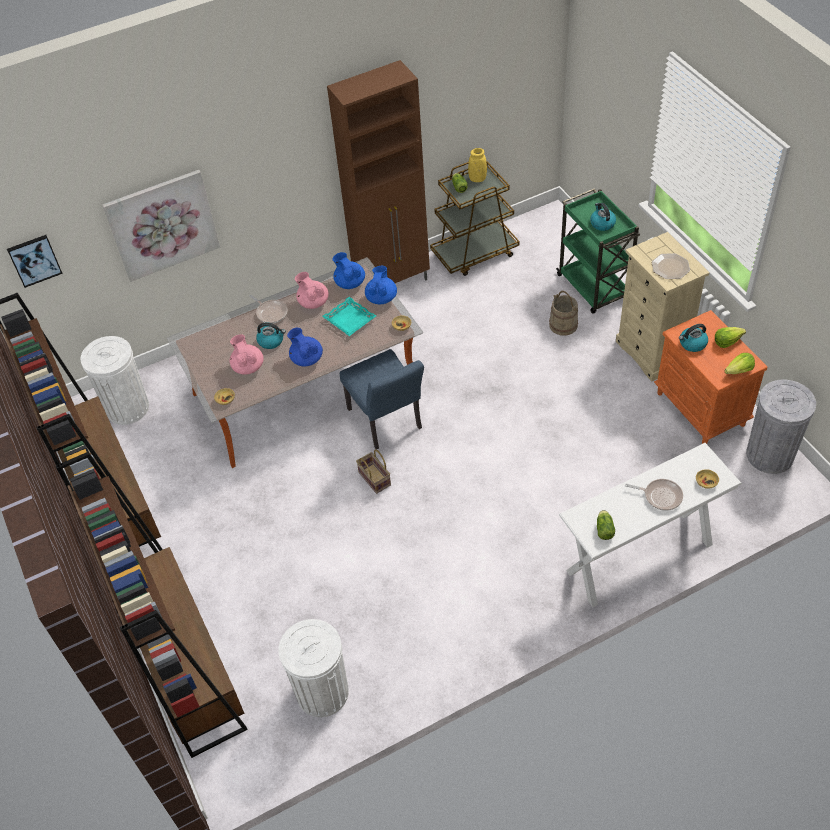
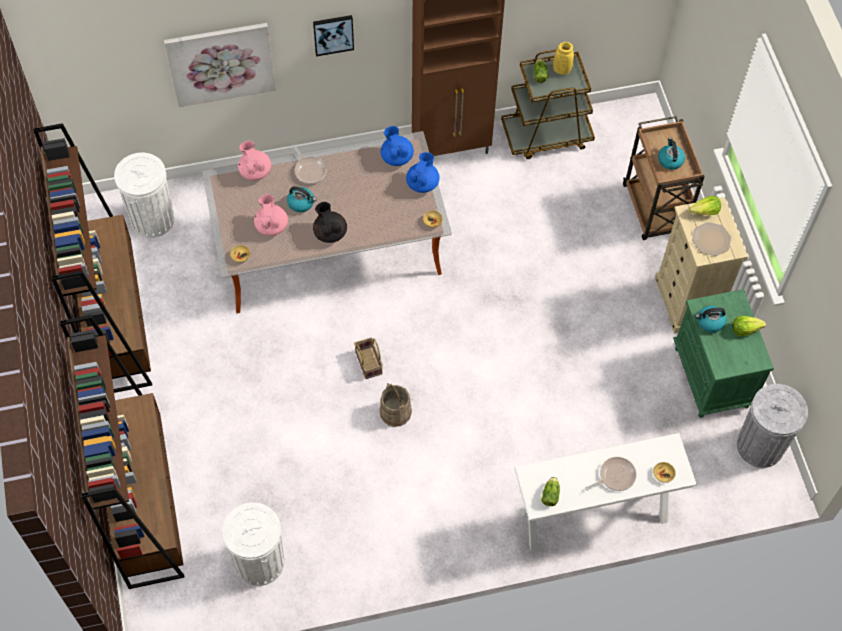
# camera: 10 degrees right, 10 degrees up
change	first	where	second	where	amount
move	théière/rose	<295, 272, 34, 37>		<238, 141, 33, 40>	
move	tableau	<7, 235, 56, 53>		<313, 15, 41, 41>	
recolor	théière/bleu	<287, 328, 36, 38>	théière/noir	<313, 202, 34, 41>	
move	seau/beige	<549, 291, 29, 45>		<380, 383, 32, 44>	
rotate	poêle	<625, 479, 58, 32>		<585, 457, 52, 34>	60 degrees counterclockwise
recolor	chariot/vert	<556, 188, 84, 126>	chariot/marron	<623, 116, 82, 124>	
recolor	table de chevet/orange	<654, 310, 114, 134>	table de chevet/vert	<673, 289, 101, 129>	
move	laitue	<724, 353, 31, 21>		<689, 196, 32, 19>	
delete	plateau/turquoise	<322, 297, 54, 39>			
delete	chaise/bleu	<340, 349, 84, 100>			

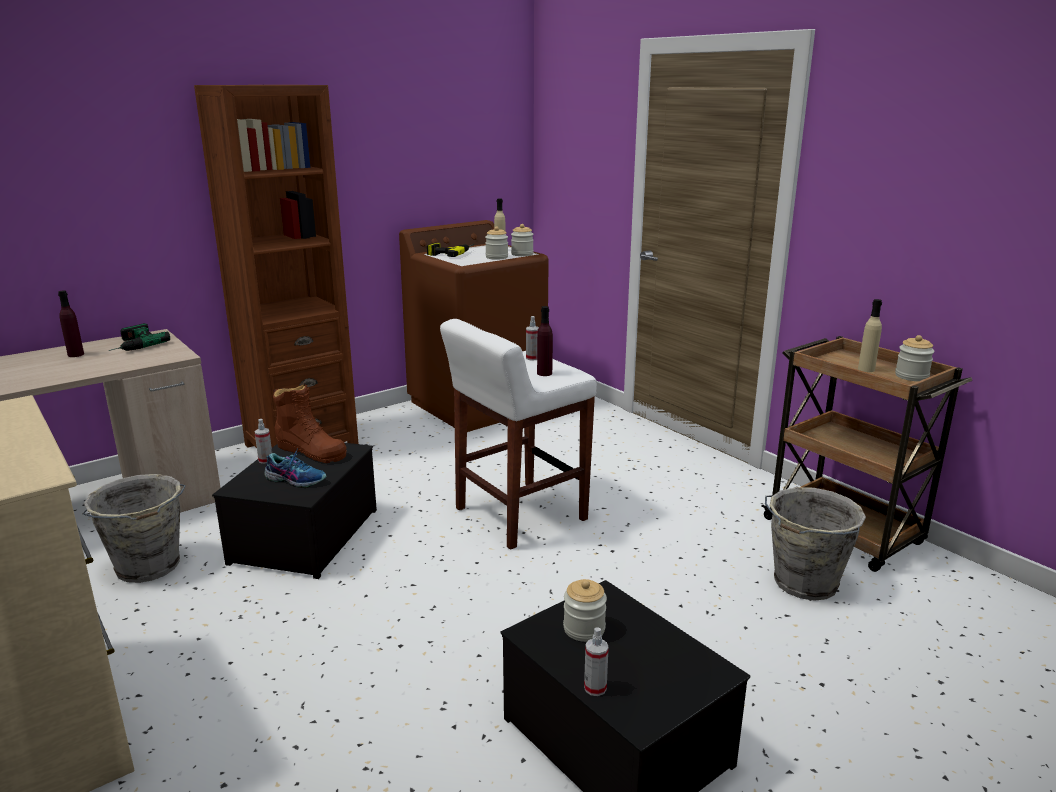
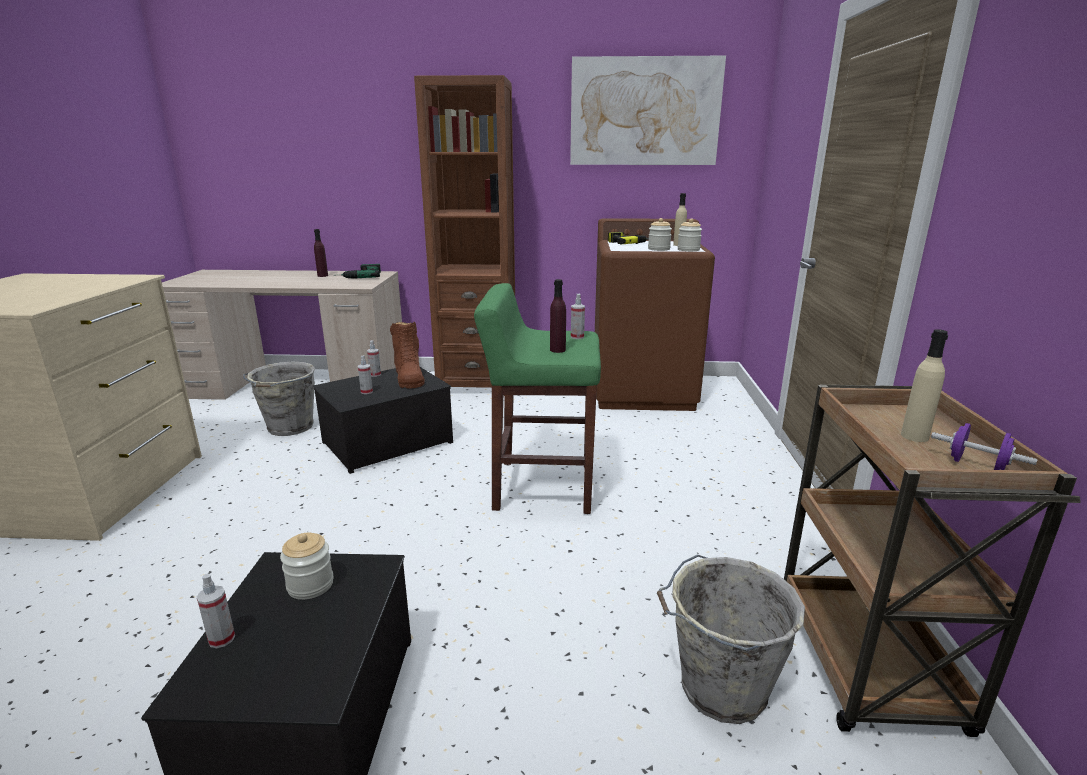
# camera: 40 degrees right, 0 degrees up
change	first	where	second	where	amount
replace	chaussure	<264, 450, 62, 38>	vaporisateur	<358, 355, 15, 39>	
recolor	tabouret/blanc	<440, 319, 157, 231>	tabouret/vert	<474, 283, 127, 231>	
insert			tableau	<570, 56, 156, 109>	
replace	bocal	<895, 335, 39, 46>	haltère/violet	<931, 423, 107, 47>	

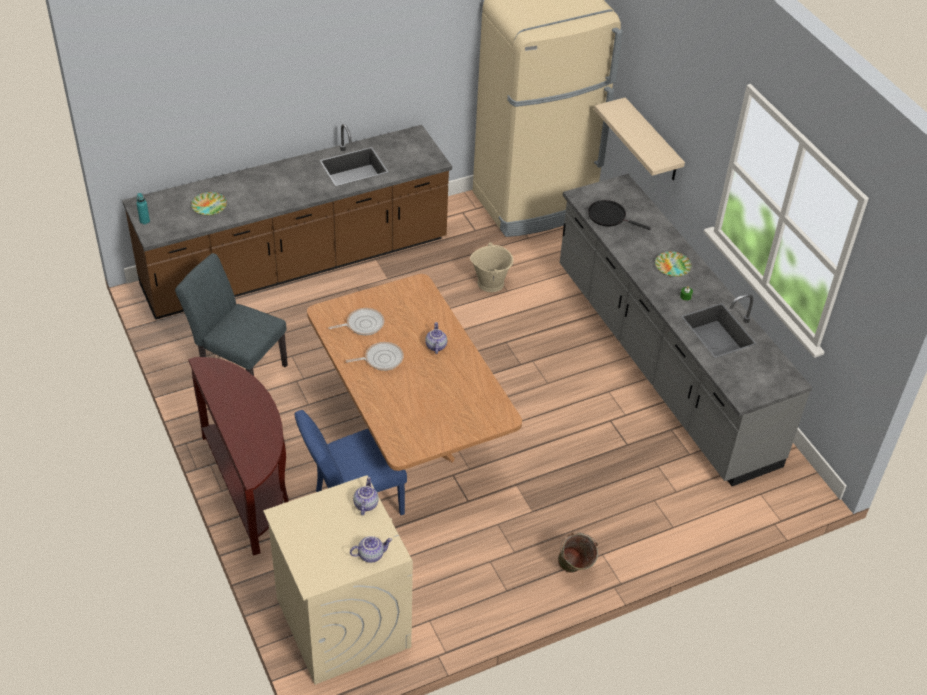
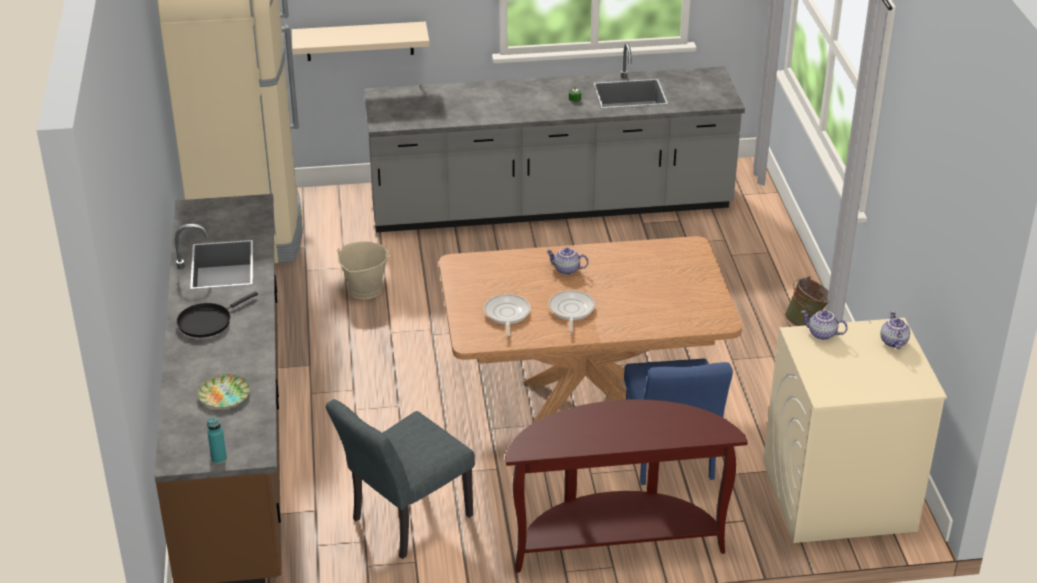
# camera: 70 degrees left, 10 degrees down
change	first	where	second	where	amount
move	poêle/noir	<588, 200, 63, 30>		<177, 291, 81, 47>	
delete	assiette	<655, 252, 37, 25>			

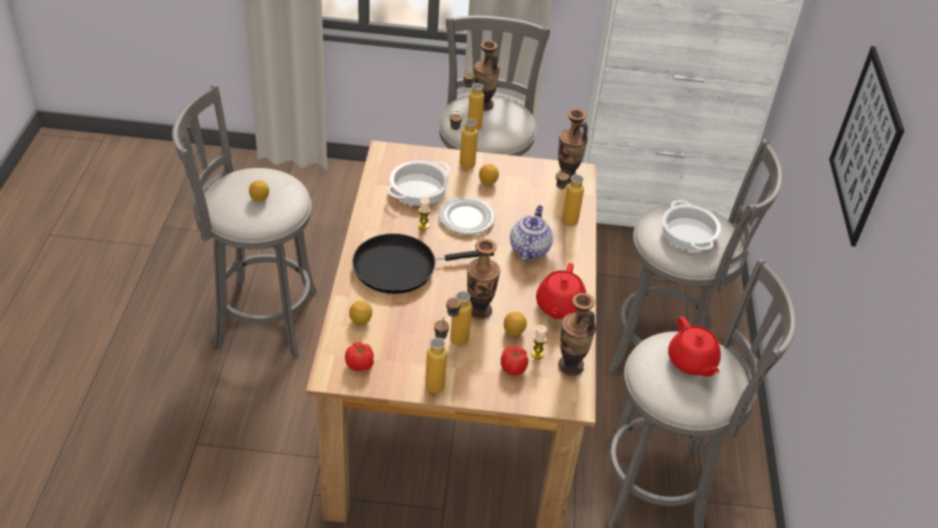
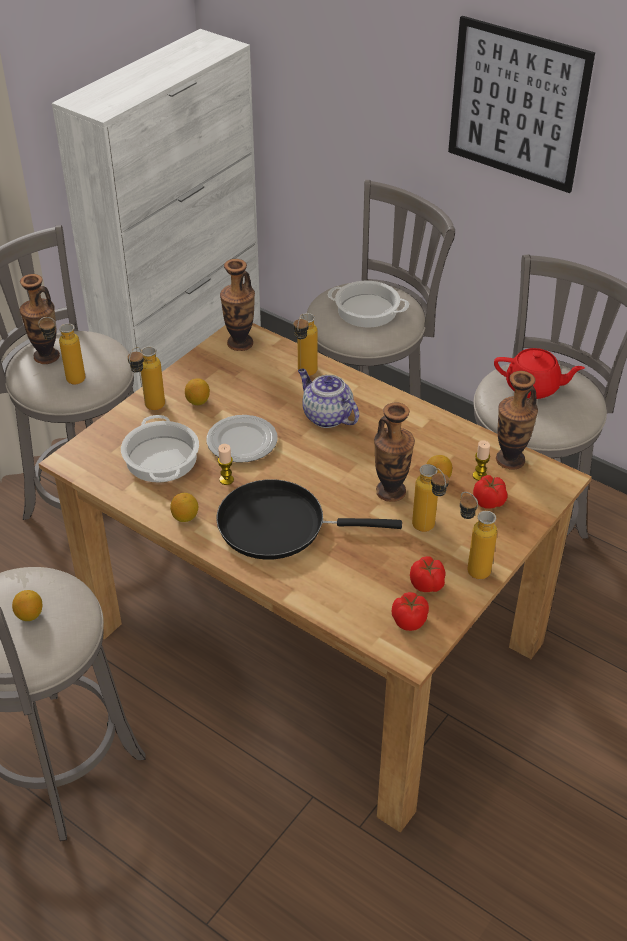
# camera: 55 degrees left, 0 degrees up
change	first	where	second	where	amount
move	citron	<349, 301, 23, 24>		<170, 493, 28, 29>	
rotate	poêle/noir	<352, 233, 142, 61>		<216, 479, 186, 81>	75 degrees clockwise
insert			tomate	<410, 556, 36, 36>	
delete	théière/rouge	<536, 263, 50, 56>			

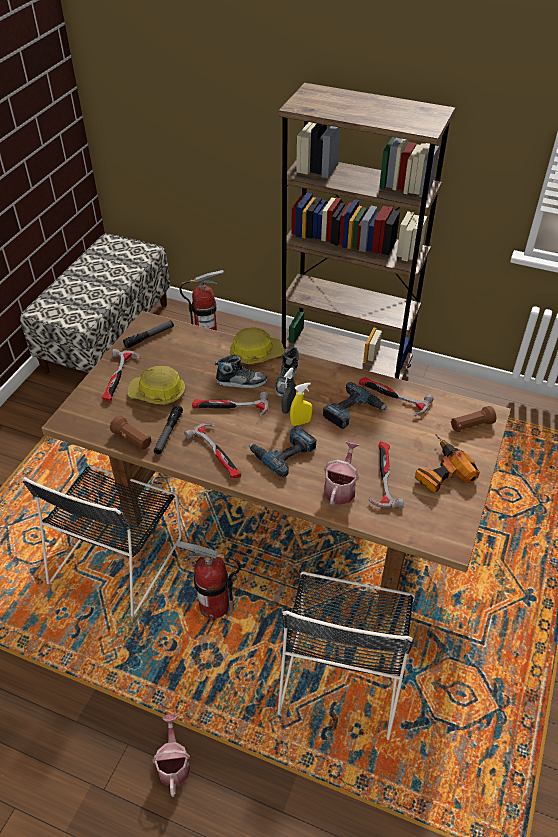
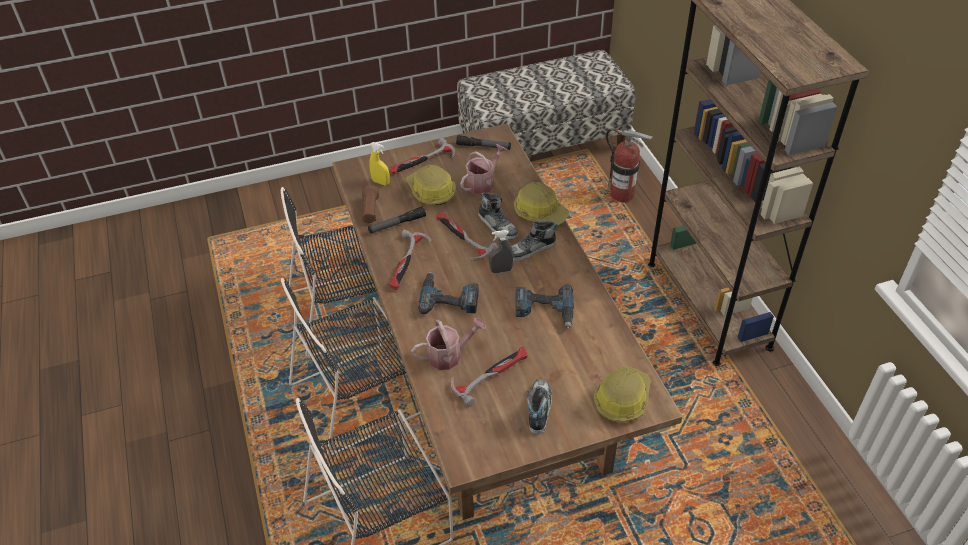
# camera: 50 degrees right, 0 degrees up
change	first	where	second	where	amount
replace	extincteur	<176, 541, 65, 78>	chaise/noir	<281, 278, 140, 178>	
move	vaporisateur/jaune	<290, 383, 22, 43>		<369, 142, 21, 44>	
move	arrosoir	<152, 714, 38, 83>		<460, 144, 47, 50>	
replace	perceuse	<415, 434, 65, 59>	chaussure	<527, 379, 25, 56>	
replace	lampe de poche/marron	<451, 406, 45, 26>	casque de chantier	<594, 366, 57, 56>	
delete	marteau	<359, 377, 75, 39>			

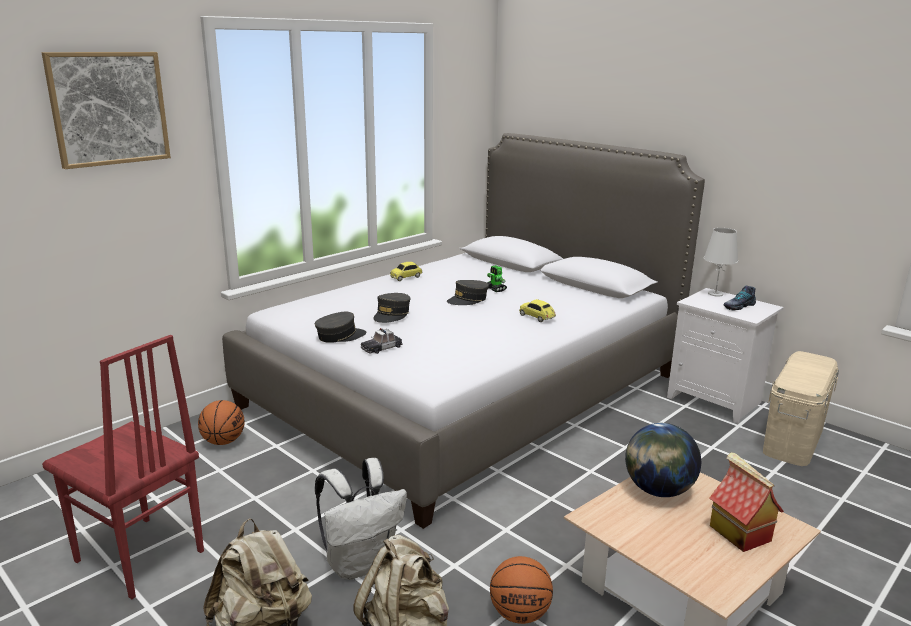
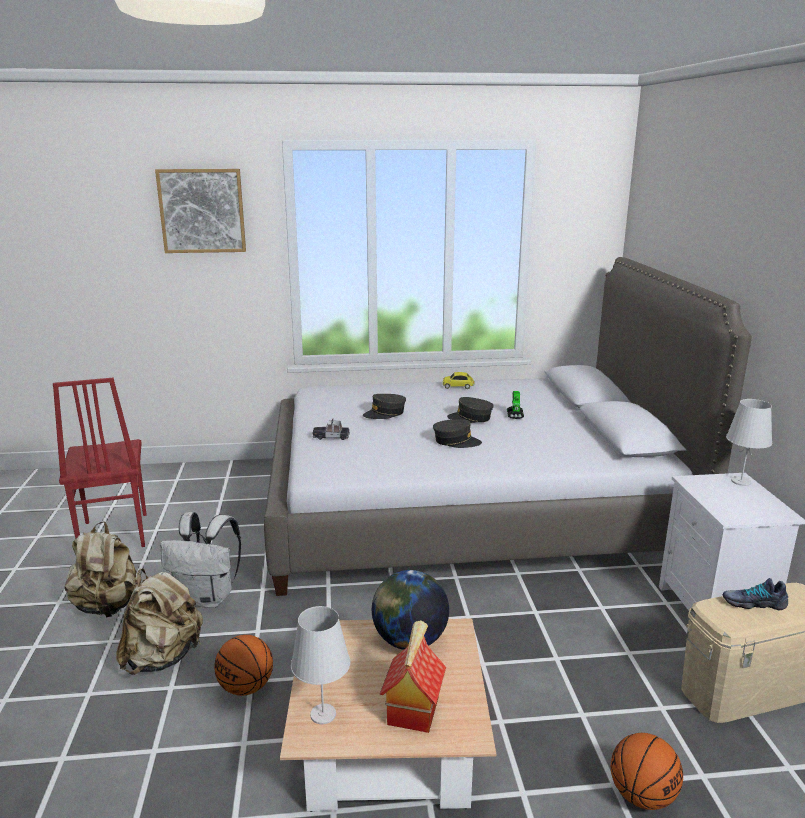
# camera: 40 degrees right, 0 degrees up
change	first	where	second	where	amount
insert			lampe de table/blanc	<291, 606, 59, 118>	
move	casquette/gris	<315, 312, 51, 31>		<433, 419, 49, 29>	
move	ballon de basket	<198, 400, 47, 45>		<611, 733, 72, 77>	
move	chaussure	<724, 286, 32, 24>		<723, 578, 65, 33>	
delete	petite voiture	<519, 299, 37, 23>			

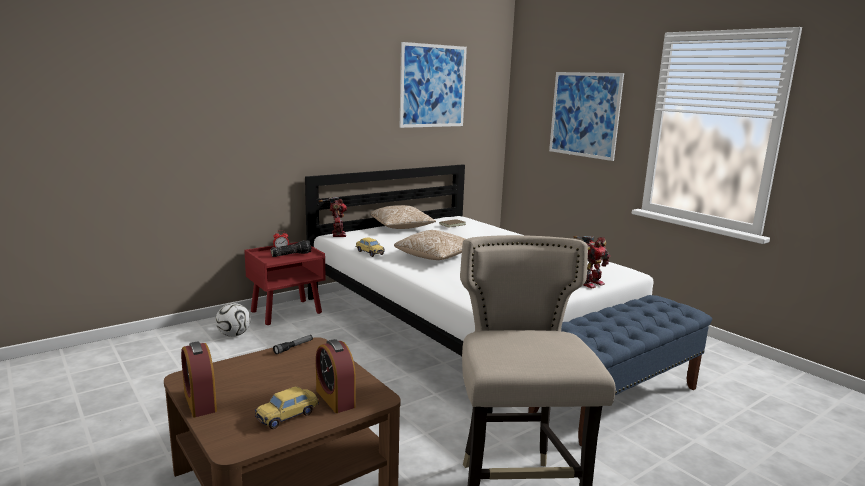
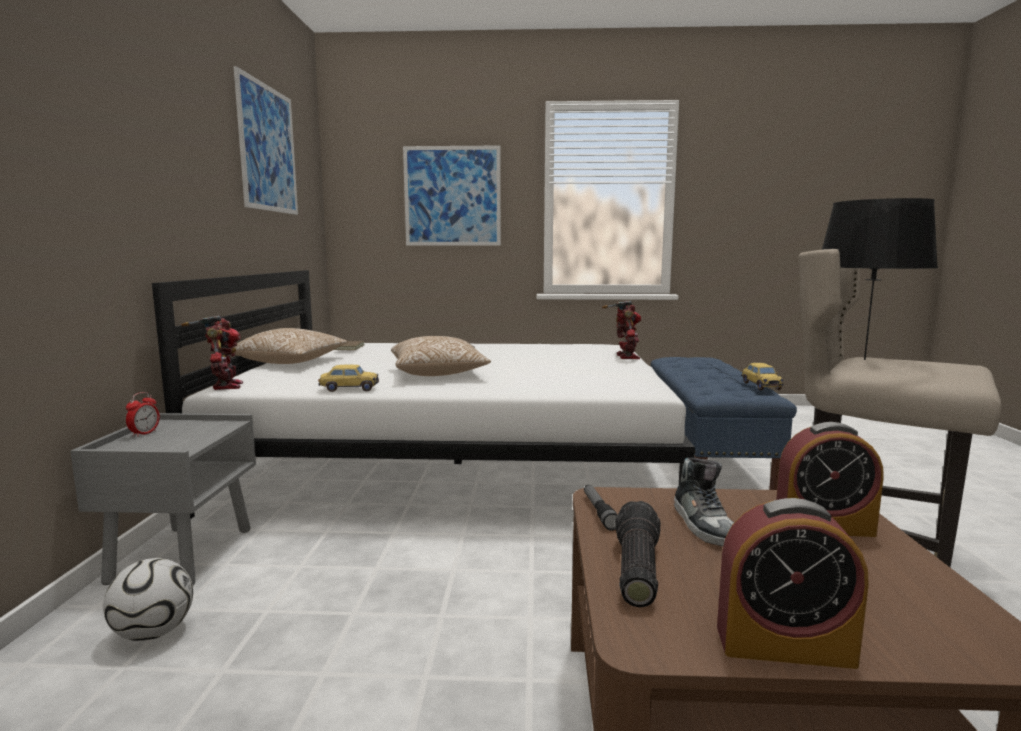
# camera: 50 degrees left, 5 degrees down
change	first	where	second	where	amount
recolor	table de chevet/rouge	<244, 242, 82, 83>	table de chevet/gris	<70, 413, 186, 172>	
rotate	robot jouet	<319, 197, 28, 40>		<181, 315, 62, 75>	45 degrees clockwise
move	lampe de poche	<271, 240, 40, 17>		<615, 501, 46, 106>	
insert			chaussure	<674, 458, 60, 88>	
move	petite voiture	<255, 387, 64, 42>		<741, 363, 42, 28>	
insert			lampe de table/noir	<822, 198, 116, 162>	

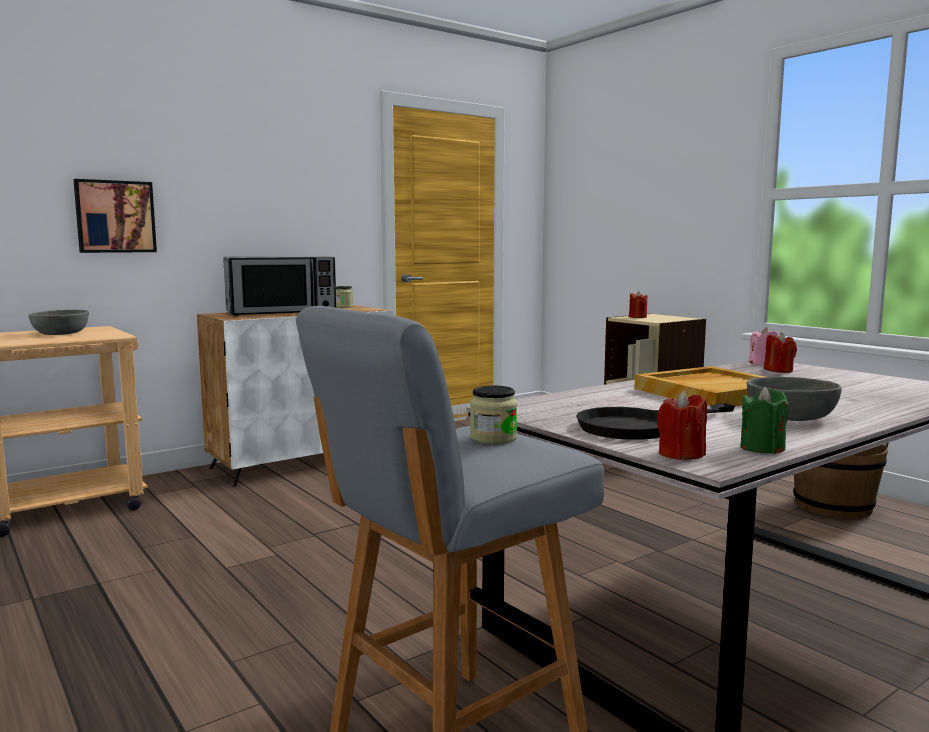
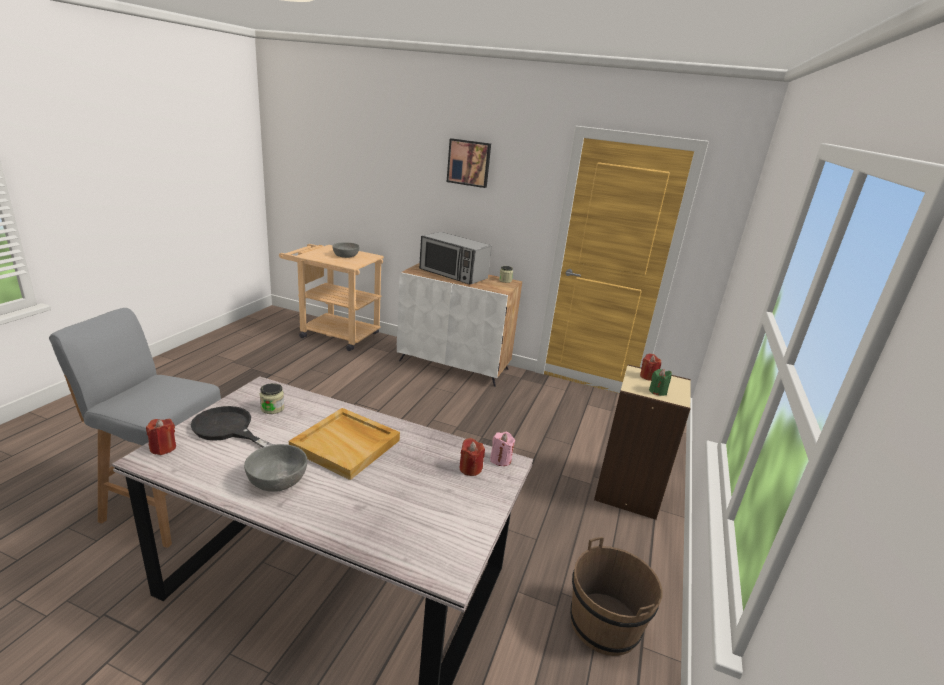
# camera: 55 degrees right, 15 degrees up
change	first	where	second	where	amount
move	bocal	<470, 385, 47, 59>		<260, 383, 24, 31>	
move	tableau	<73, 179, 84, 74>		<447, 138, 44, 50>	
move	bougie/vert	<740, 387, 49, 67>		<649, 369, 23, 27>	

